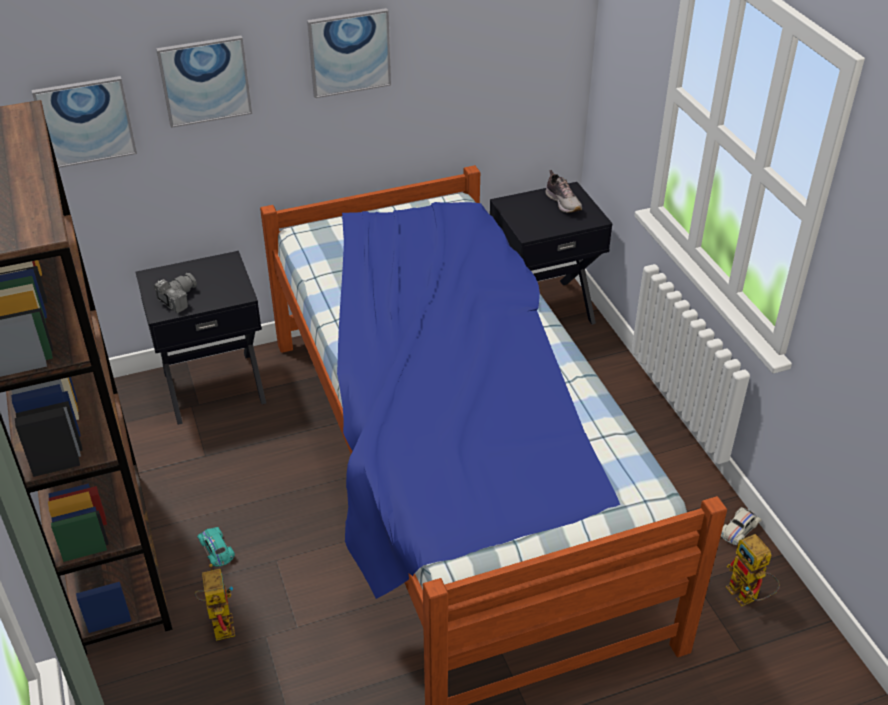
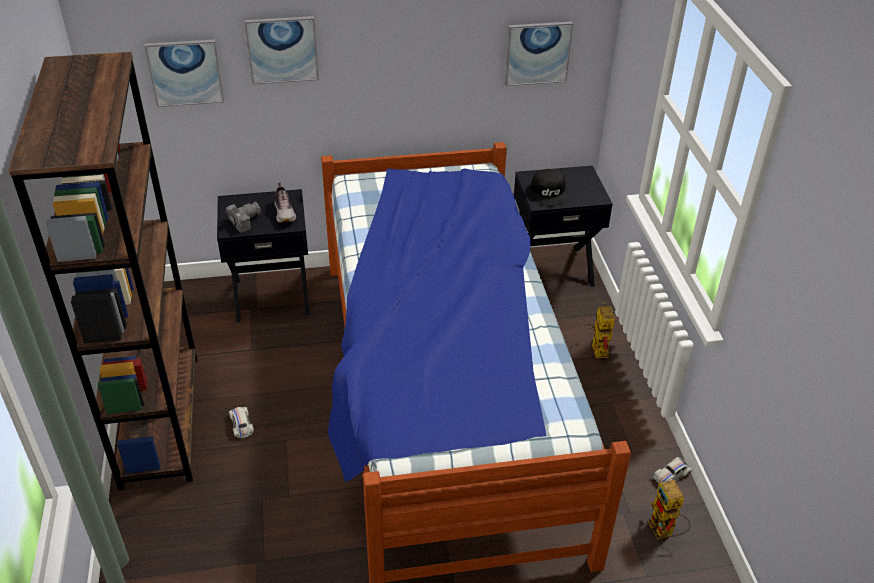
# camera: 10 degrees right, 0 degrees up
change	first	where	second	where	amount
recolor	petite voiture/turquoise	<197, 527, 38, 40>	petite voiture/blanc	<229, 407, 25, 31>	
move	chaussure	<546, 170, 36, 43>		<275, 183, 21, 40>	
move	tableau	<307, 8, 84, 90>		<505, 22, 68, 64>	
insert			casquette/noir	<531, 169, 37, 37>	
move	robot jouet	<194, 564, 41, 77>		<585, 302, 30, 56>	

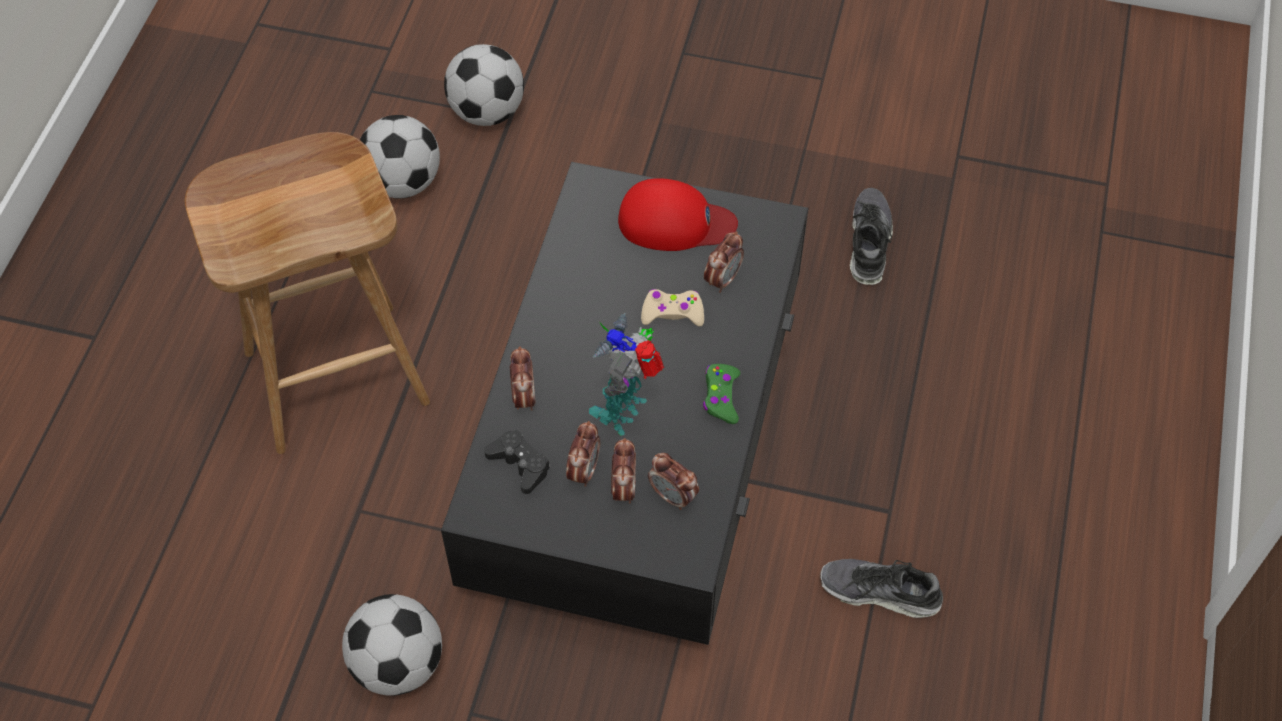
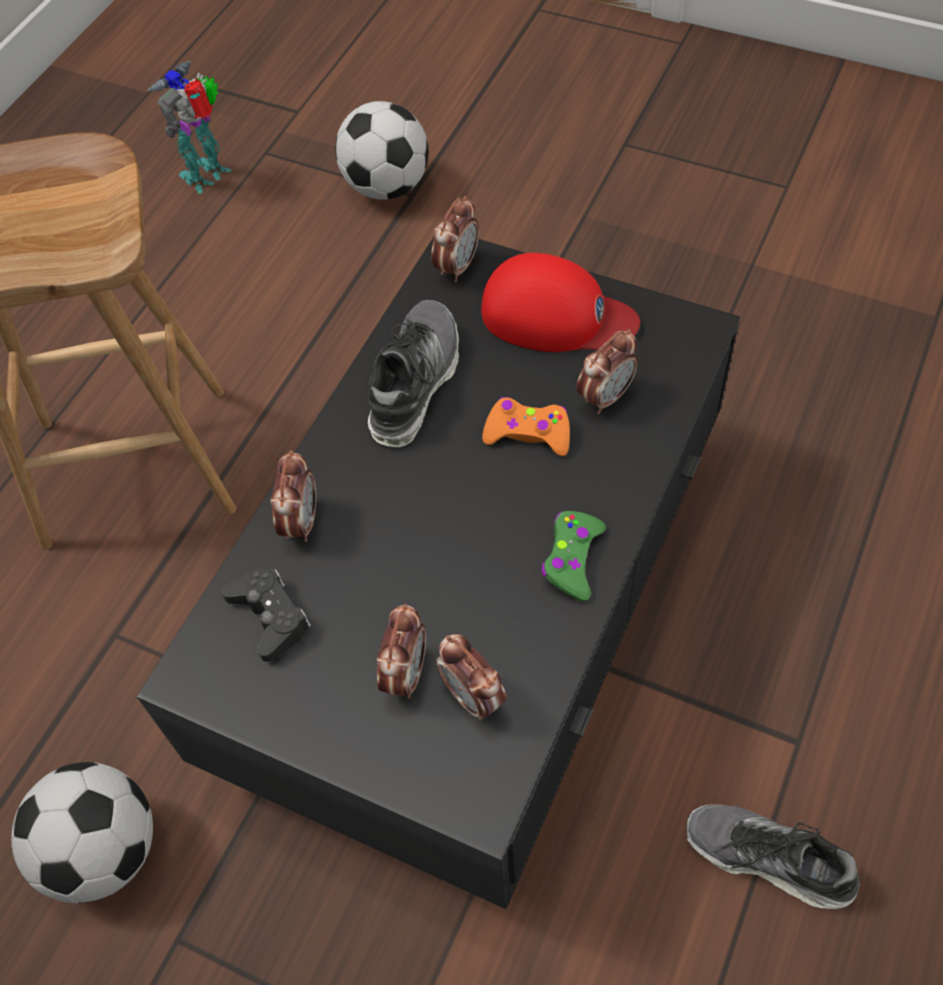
# camera: 15 degrees right, 0 degrees up
change	first	where	second	where	amount
move	robot jouet	<589, 313, 75, 122>		<148, 61, 84, 133>	
move	chaussure	<850, 188, 43, 97>		<368, 300, 91, 147>	
move	réveil	<566, 421, 34, 66>		<431, 196, 48, 86>	
recolor	manette/beige	<641, 289, 63, 37>	manette/orange	<482, 397, 88, 59>	
delete	ballon de foot	<360, 115, 80, 84>			

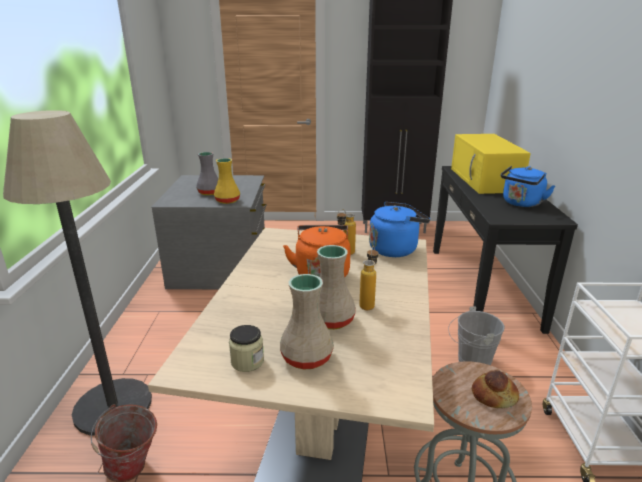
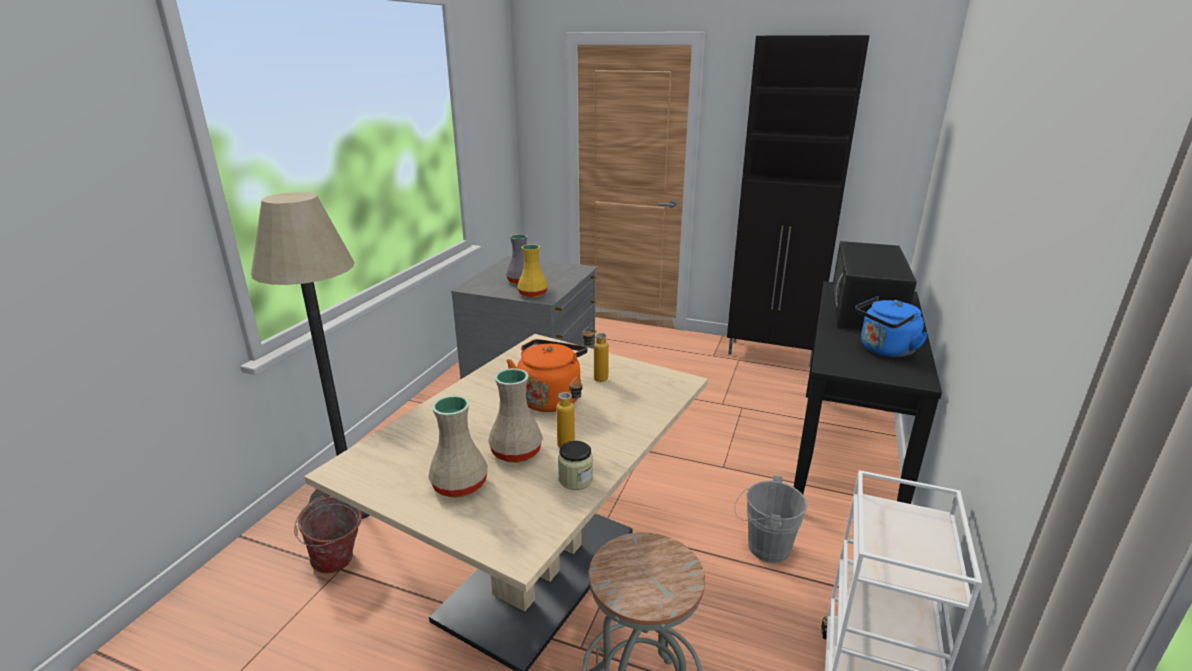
# camera: 20 degrees right, 0 degrees up
change	first	where	second	where	amount
move	bocal	<229, 325, 35, 47>		<558, 441, 35, 49>	
recolor	micro-ondes/jaune	<451, 134, 80, 60>	micro-ondes/noir	<832, 241, 85, 89>	
delete	bouilloire/bleu	<369, 202, 61, 55>			
delete	pain	<472, 370, 47, 38>			

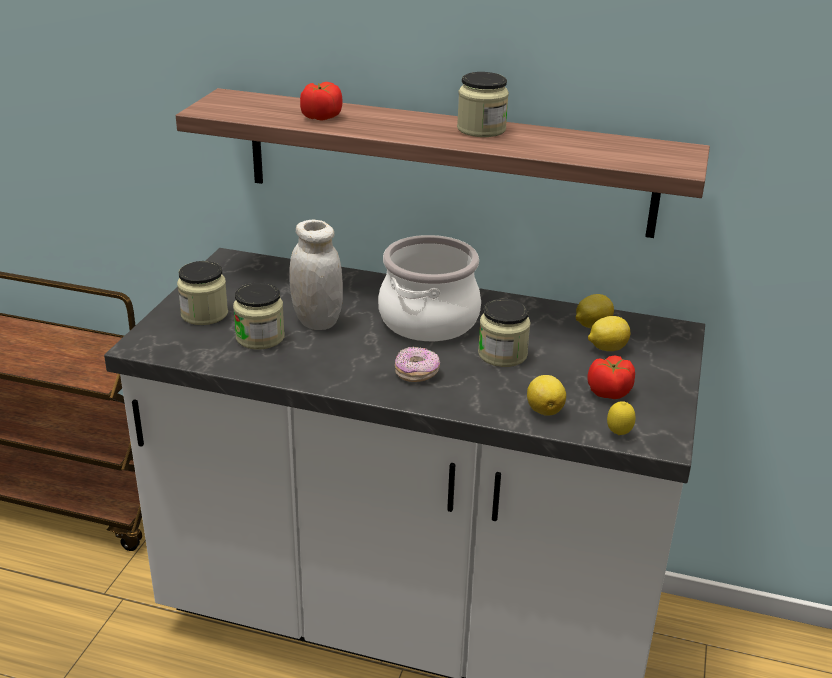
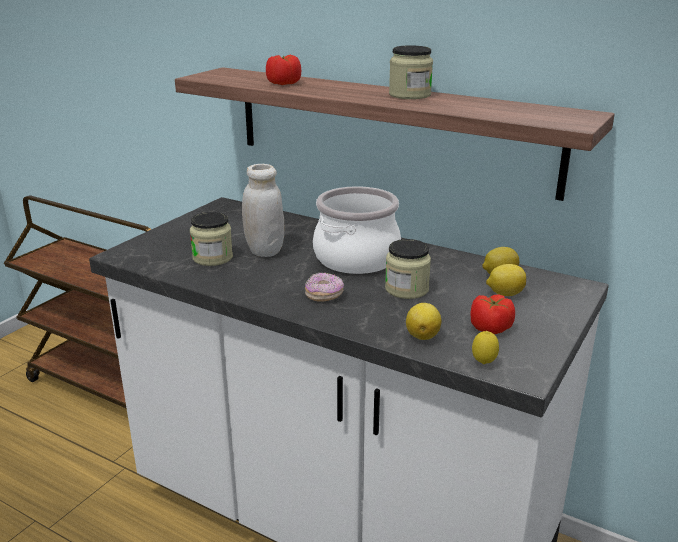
# camera: 15 degrees right, 5 degrees down
change	first	where	second	where	amount
delete	bocal	<177, 261, 51, 64>			

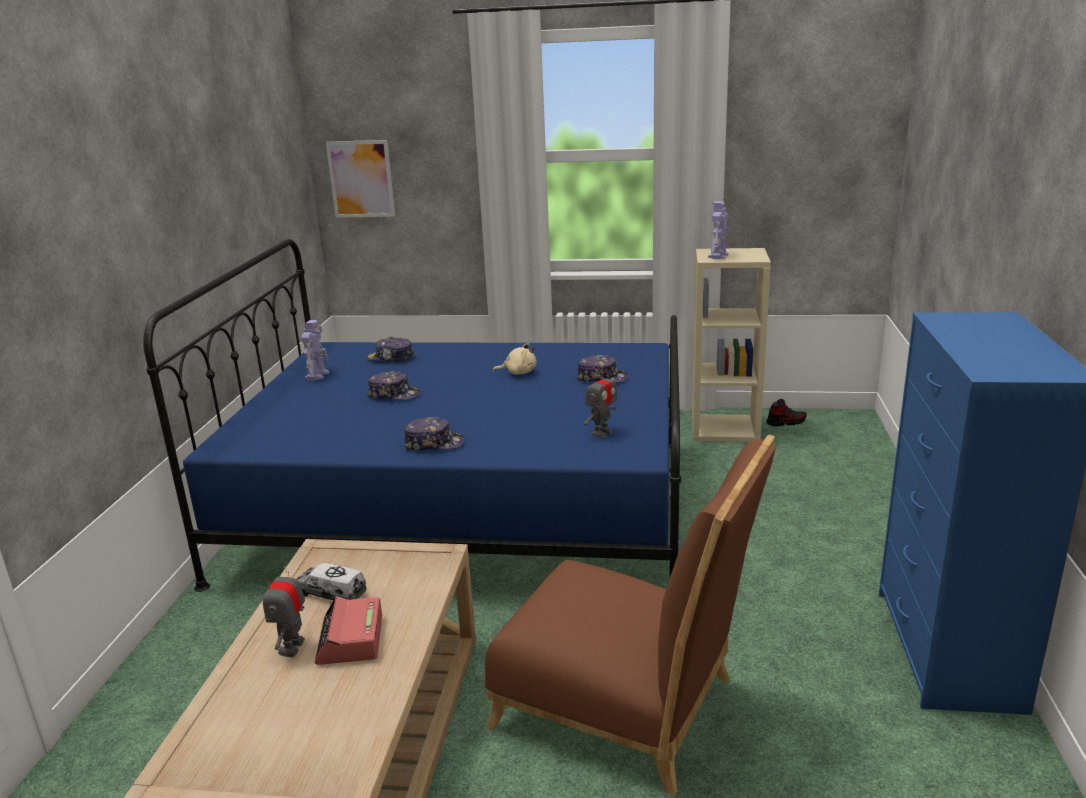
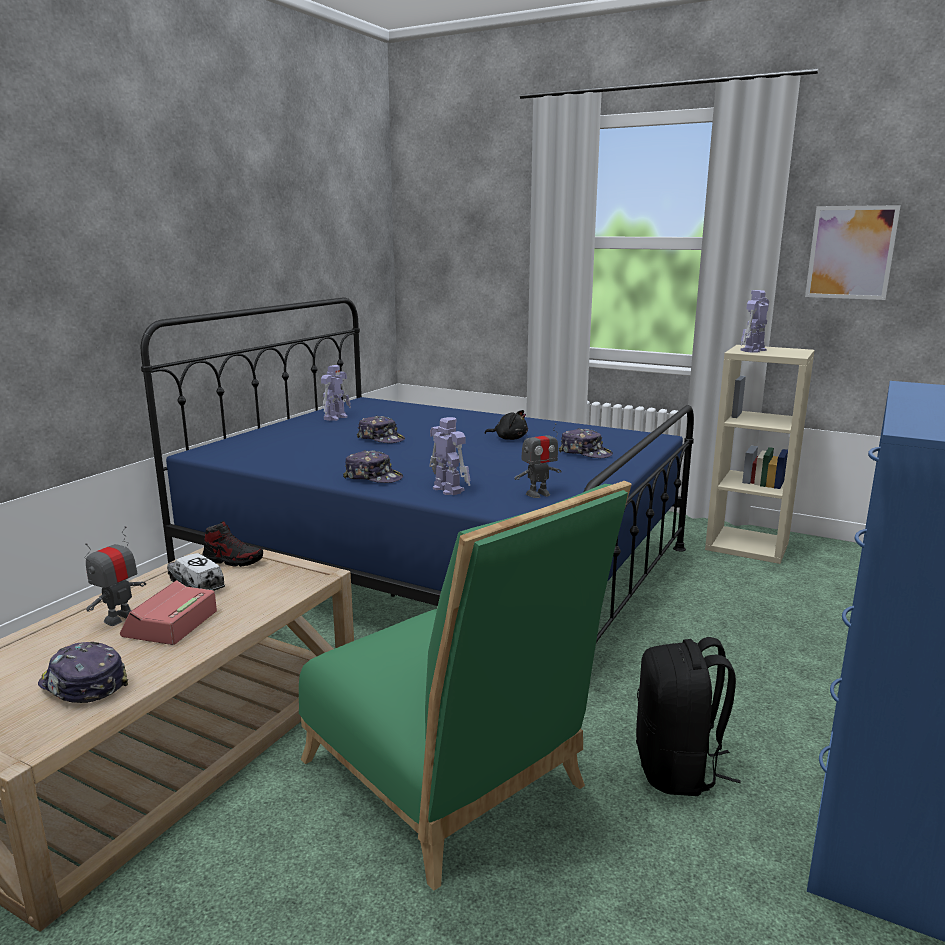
# camera: 20 degrees right, 5 degrees down
change	first	where	second	where	amount
move	casquette	<367, 337, 47, 25>		<38, 641, 90, 62>	
move	chaussure	<767, 399, 40, 27>		<202, 521, 61, 46>	
recolor	chaise/marron	<485, 435, 291, 361>	chaise/vert	<299, 481, 333, 410>	
insert			robot jouet	<429, 417, 42, 78>	
recolor	peluche/beige	<492, 343, 45, 32>	peluche/noir	<484, 410, 44, 30>	
insert			sac à dos/noir	<636, 637, 105, 159>	
move	tableau	<326, 140, 69, 78>		<805, 205, 96, 95>	

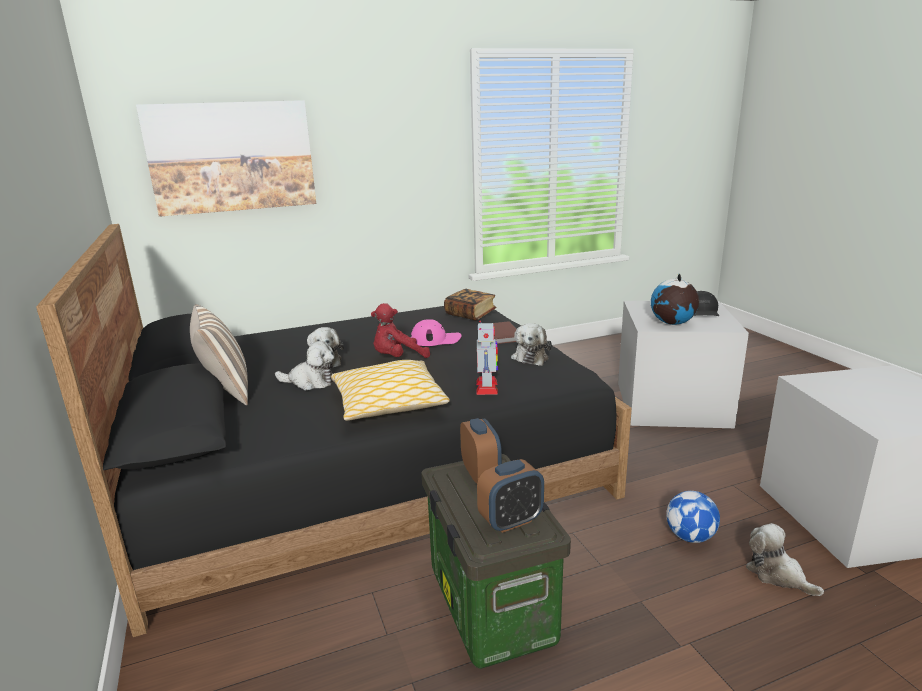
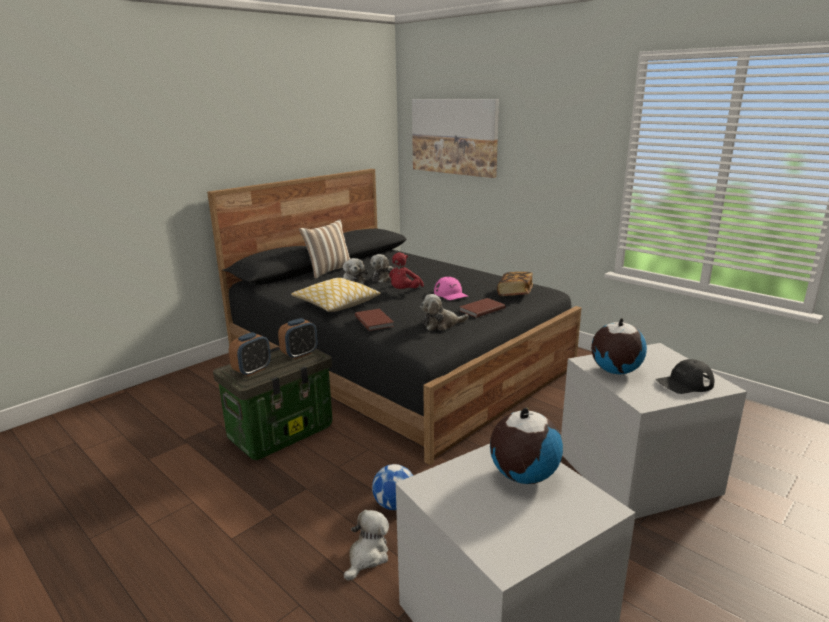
# camera: 65 degrees right, 0 degrees up
change	first	where	second	where	amount
rotate	réveil	<477, 459, 67, 74>		<229, 332, 42, 44>	90 degrees counterclockwise
replace	robot jouet	<476, 321, 22, 74>	livre/marron	<355, 308, 39, 23>	
rotate	peluche/rouge	<371, 303, 59, 55>		<389, 253, 35, 36>	105 degrees counterclockwise
insert			globe	<490, 408, 73, 76>	

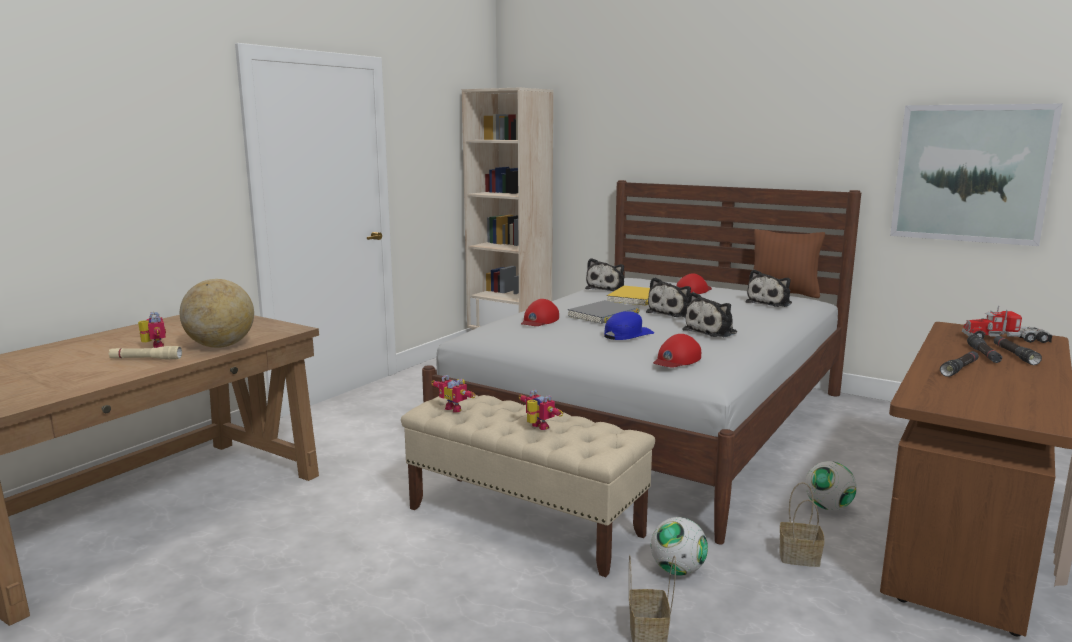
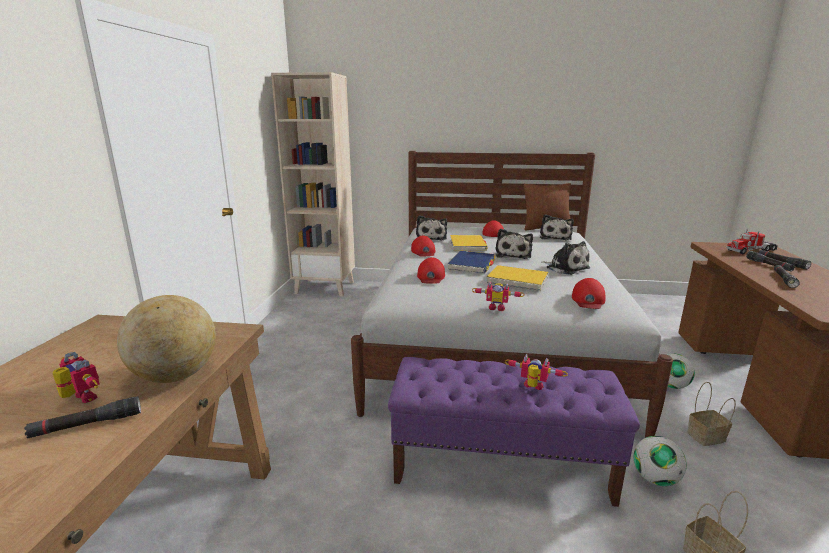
# camera: 25 degrees left, 5 degrees up
change	first	where	second	where	amount
recolor	lampe de poche/beige	<108, 346, 74, 13>	lampe de poche/noir	<24, 396, 117, 42>	
recolor	banc/beige	<401, 395, 254, 182>	banc/violet	<388, 357, 252, 150>	
insert			casquette/rouge	<411, 235, 25, 22>	
recolor	livre/gris	<568, 300, 72, 24>	livre/bleu	<448, 251, 47, 22>	
move	robot jouet	<431, 375, 45, 38>		<472, 282, 53, 29>	
replace	casquette/bleu	<604, 311, 50, 29>	livre/jaune	<487, 265, 61, 26>	
rotate	peluche	<682, 292, 55, 45>		<541, 241, 49, 34>	60 degrees counterclockwise
delete	tableau	<890, 104, 173, 142>			

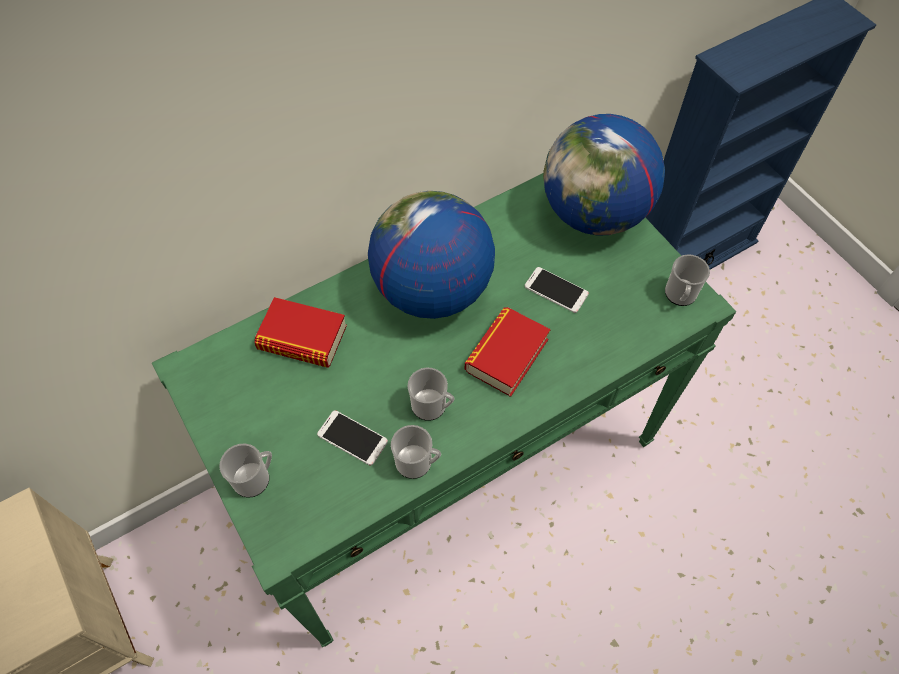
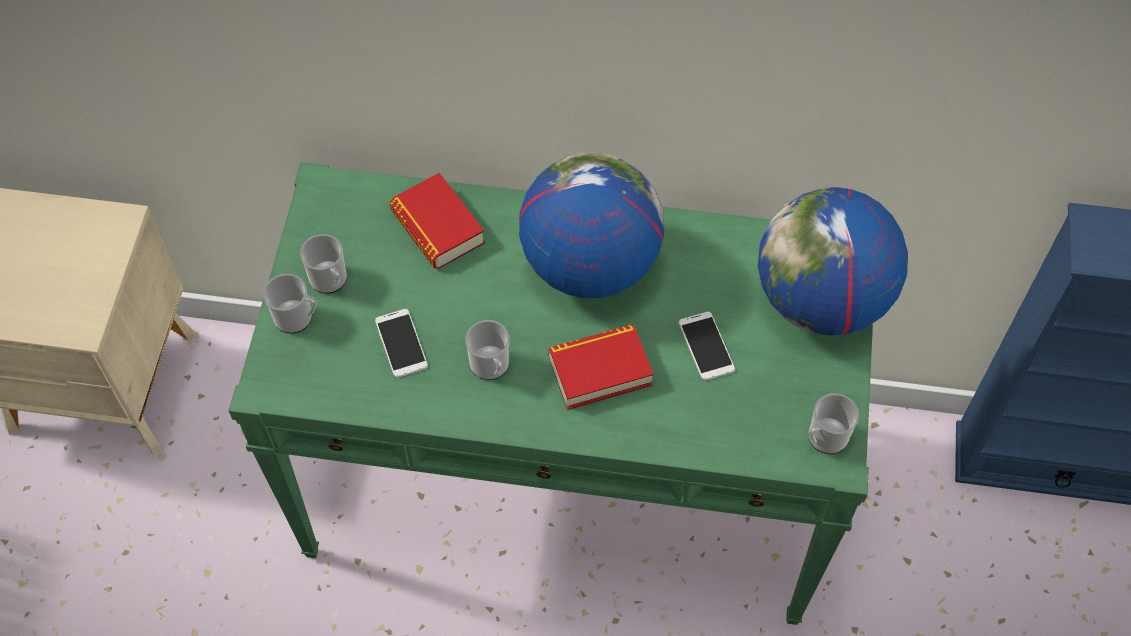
# camera: 40 degrees right, 0 degrees up
change	first	where	second	where	amount
move	mug	<391, 425, 50, 54>		<300, 234, 47, 60>	

